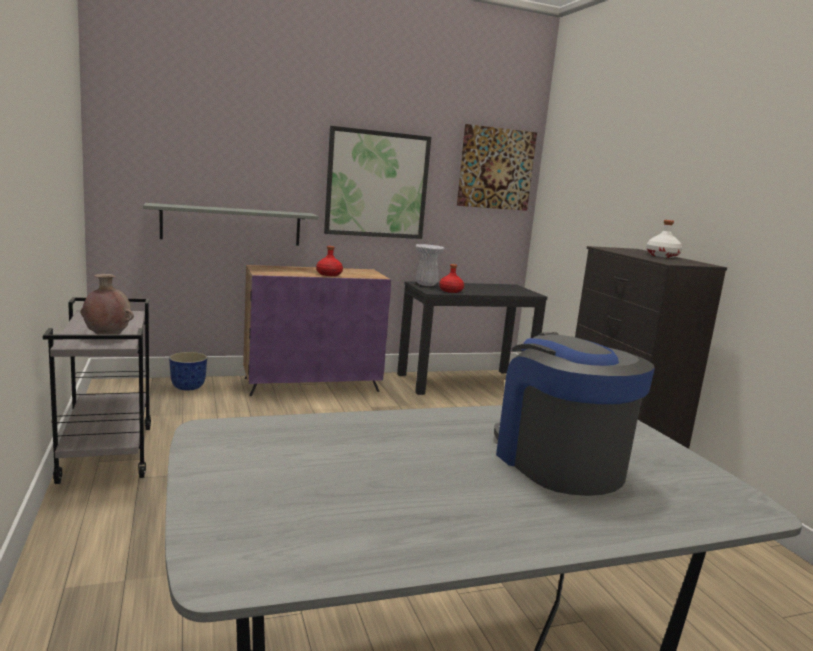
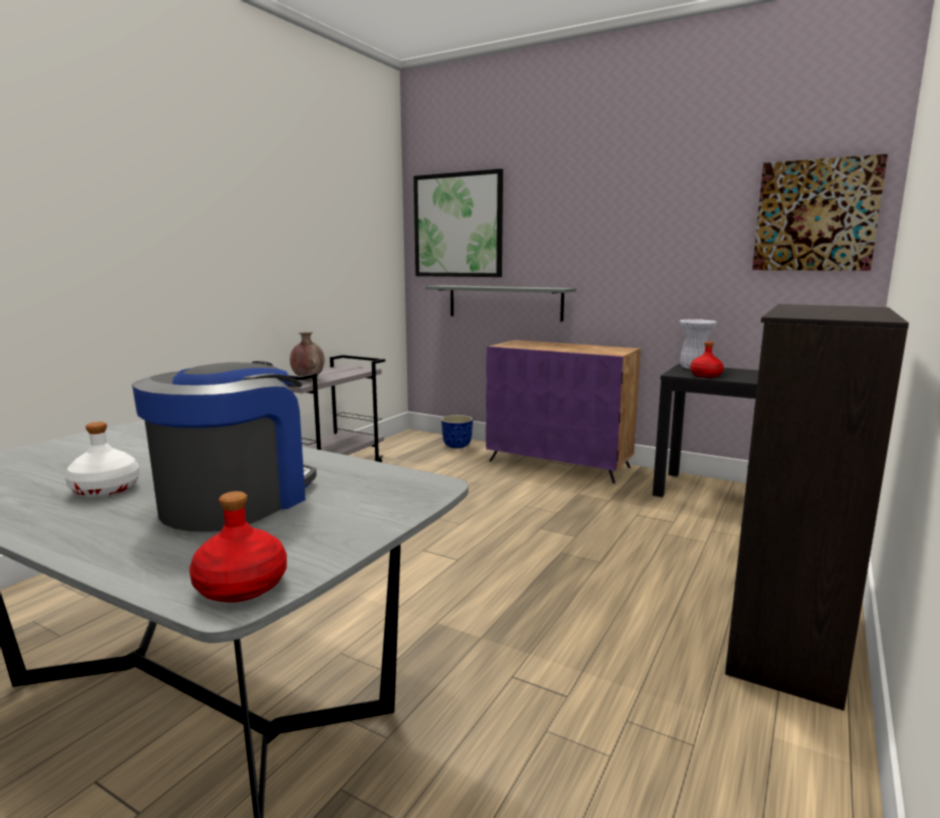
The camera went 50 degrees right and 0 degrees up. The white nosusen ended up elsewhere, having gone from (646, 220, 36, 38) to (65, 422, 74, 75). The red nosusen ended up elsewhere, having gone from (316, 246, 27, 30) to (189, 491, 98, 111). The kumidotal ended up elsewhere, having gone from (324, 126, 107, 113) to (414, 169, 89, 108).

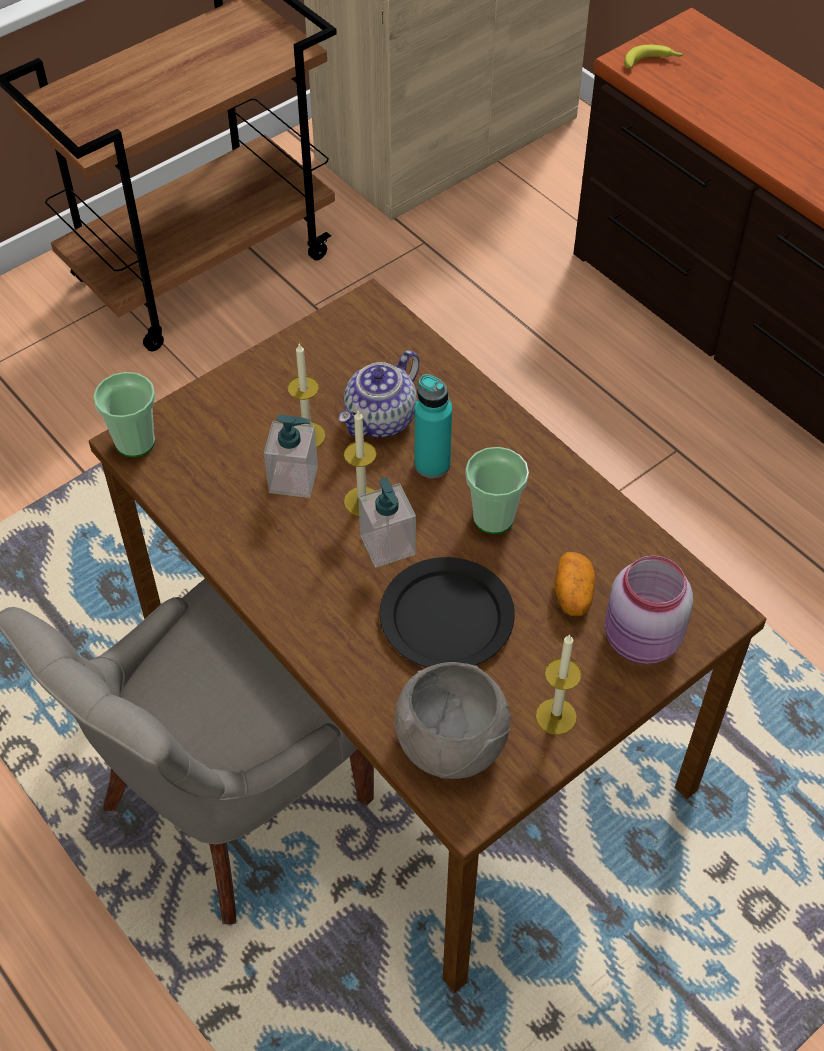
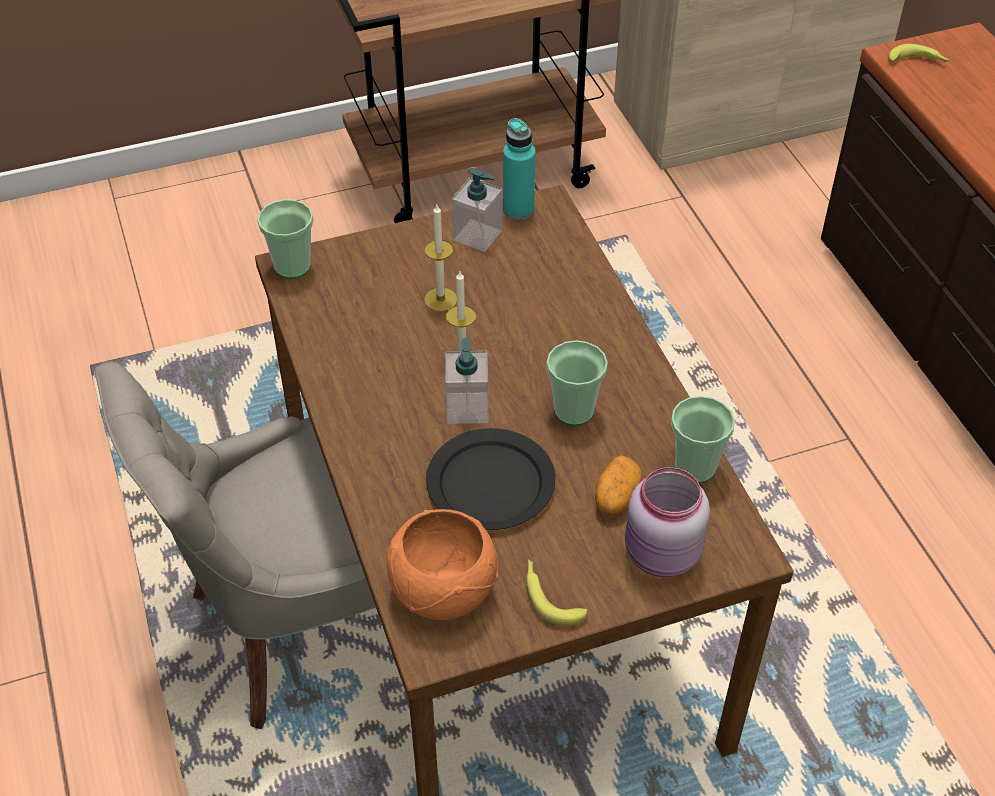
The camera went 20 degrees right and 5 degrees down. What was the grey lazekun at (394, 662, 117, 117) turned into the orange lazekun at (387, 509, 111, 111). The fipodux ended up elsewhere, having gone from (264, 415, 54, 83) to (452, 168, 50, 84). The turquoise nosusen ended up elsewhere, having gone from (415, 374, 37, 104) to (503, 118, 33, 102). Where the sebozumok stood at (536, 634, 45, 101), the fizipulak came to stand at (526, 560, 61, 66). The second view gained the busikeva at (671, 396, 64, 87). The second view lost the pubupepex at (339, 350, 81, 87).

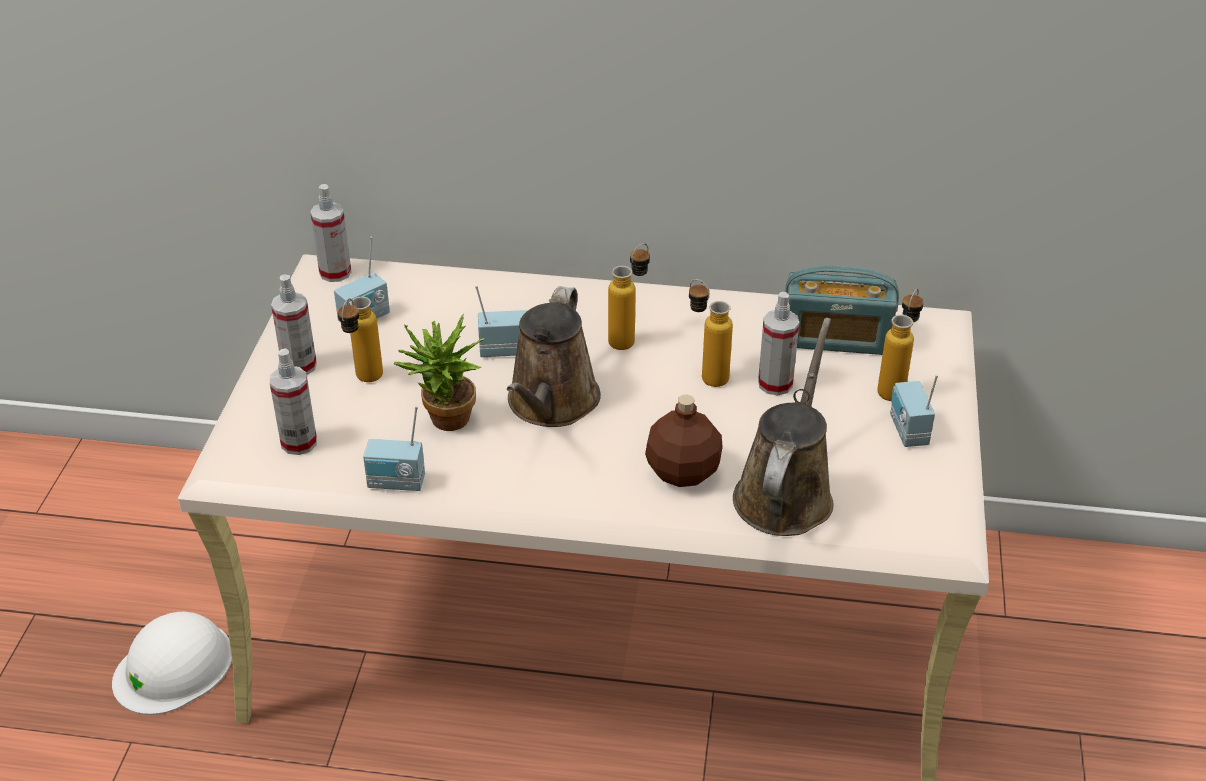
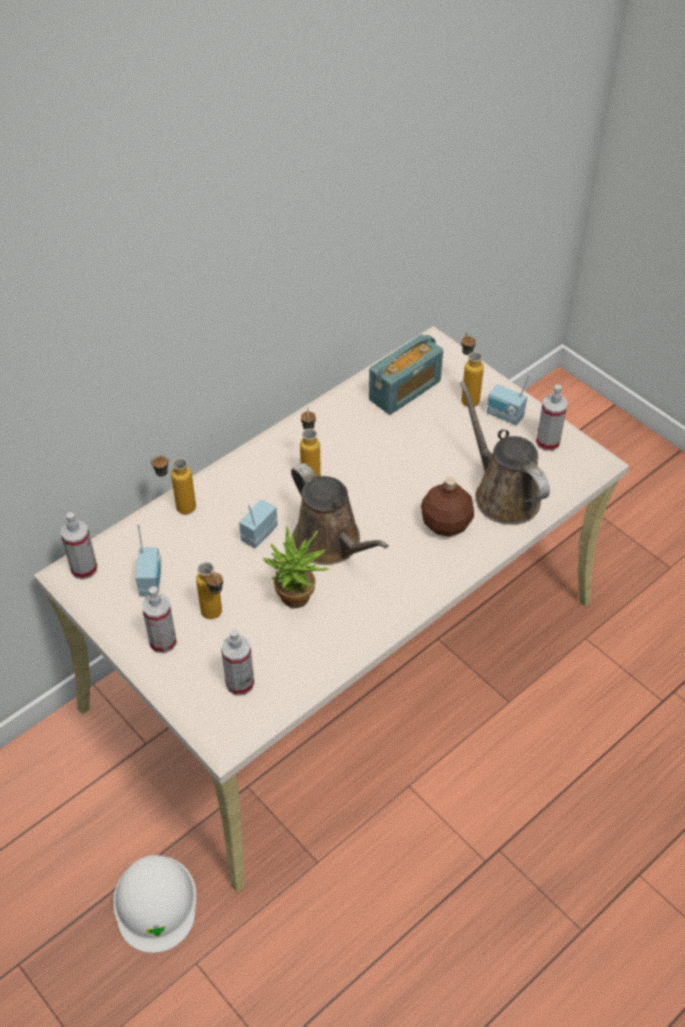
The camera went 50 degrees left and 10 degrees up. The nosusen ended up elsewhere, having gone from (689, 279, 44, 108) to (151, 455, 45, 60). The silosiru ended up elsewhere, having gone from (758, 292, 41, 104) to (536, 385, 32, 66). The second view lost the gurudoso at (363, 406, 62, 85).

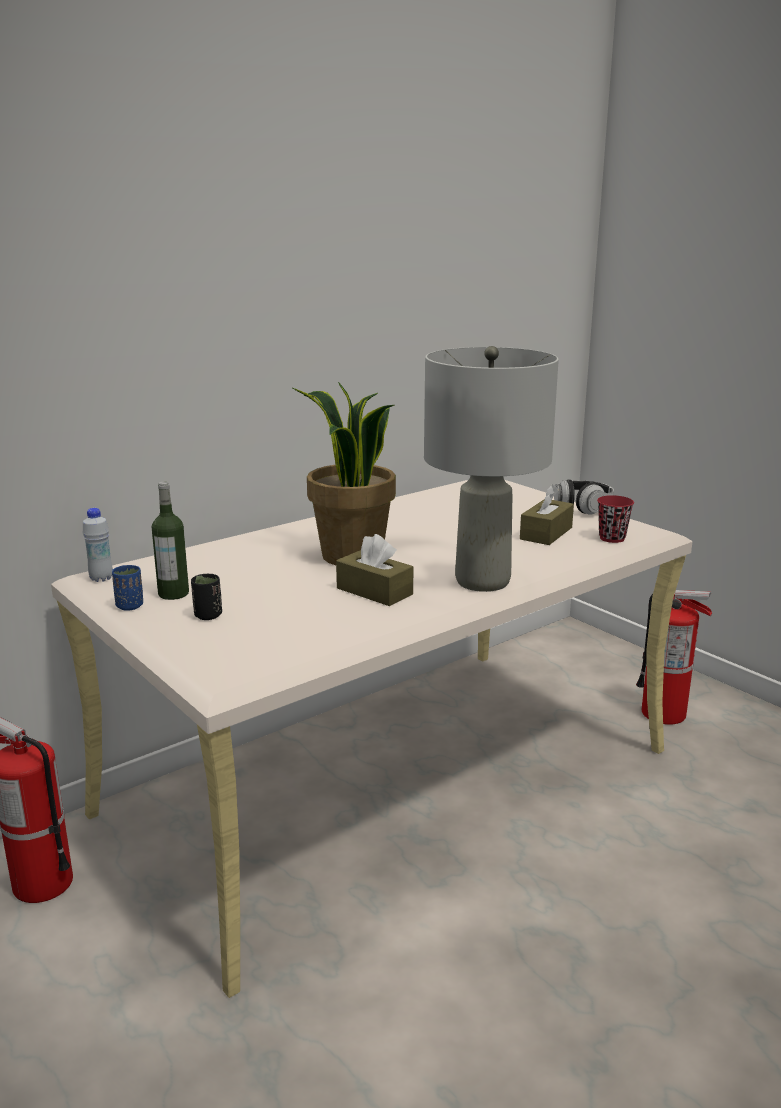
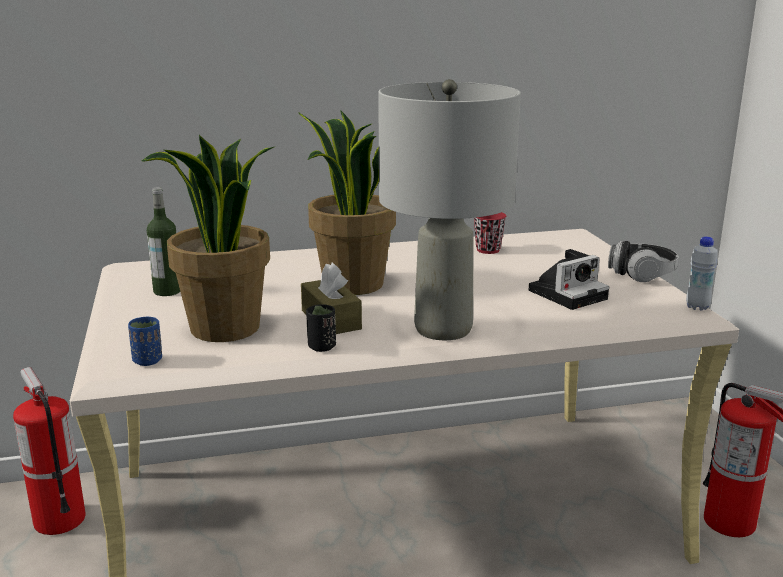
The camera went 25 degrees right and 0 degrees up. The blue busikeva ended up elsewhere, having gone from (112, 565, 31, 46) to (128, 317, 34, 49). The second view gained the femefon at (141, 135, 135, 207). The black busikeva ended up elsewhere, having gone from (191, 574, 31, 46) to (306, 304, 30, 48). The red busikeva ended up elsewhere, having gone from (597, 495, 37, 48) to (474, 212, 32, 42). Where the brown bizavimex stood at (520, 485, 54, 60), the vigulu came to stand at (529, 249, 80, 61). The white nosusen ended up elsewhere, having gone from (83, 508, 30, 74) to (686, 237, 32, 74).

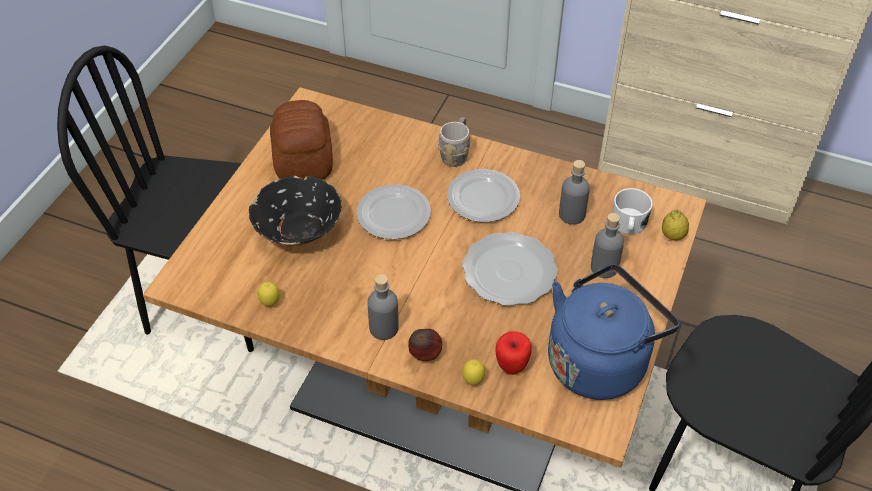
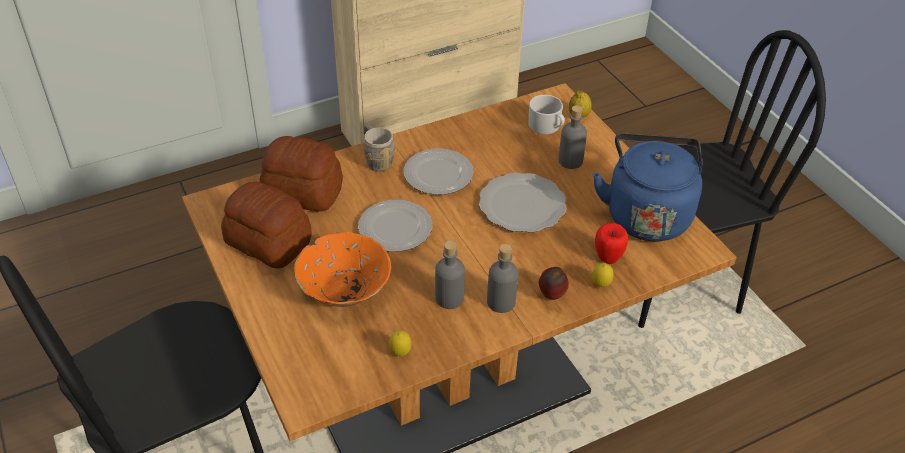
The camera went 50 degrees left and 5 degrees down. The second view gained the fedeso at (259, 136, 84, 76). What was the black lazekun at (249, 176, 93, 70) turned into the orange lazekun at (294, 232, 97, 75). The grey nosusen ended up elsewhere, having gone from (559, 160, 31, 65) to (435, 241, 30, 68).

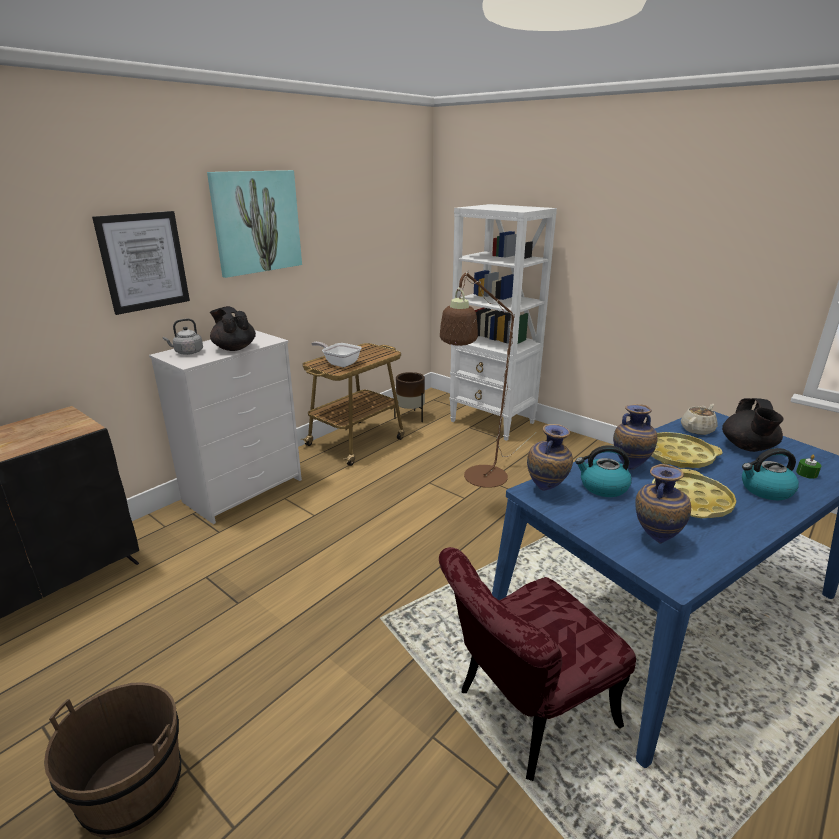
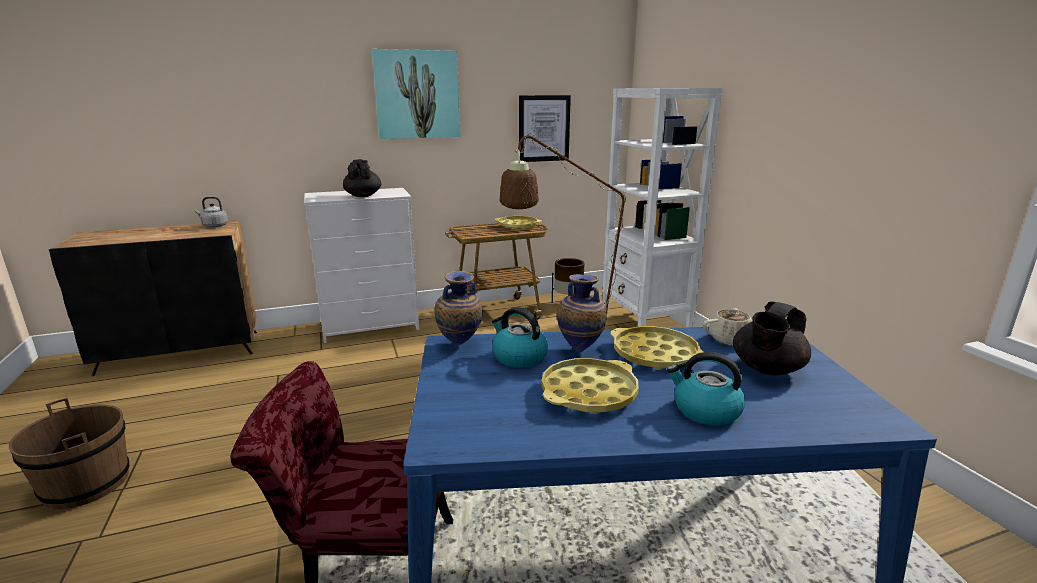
The camera went 30 degrees right and 5 degrees down. The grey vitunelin ended up elsewhere, having gone from (163, 319, 40, 36) to (194, 197, 34, 31). The second view gained the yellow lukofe at (494, 216, 48, 14). The kumidotal ended up elsewhere, having gone from (92, 211, 98, 104) to (519, 95, 52, 67). The second view lost the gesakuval at (311, 342, 51, 25). The second view lost the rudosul at (635, 464, 56, 80). The second view lost the green sebozumok at (796, 454, 25, 25).

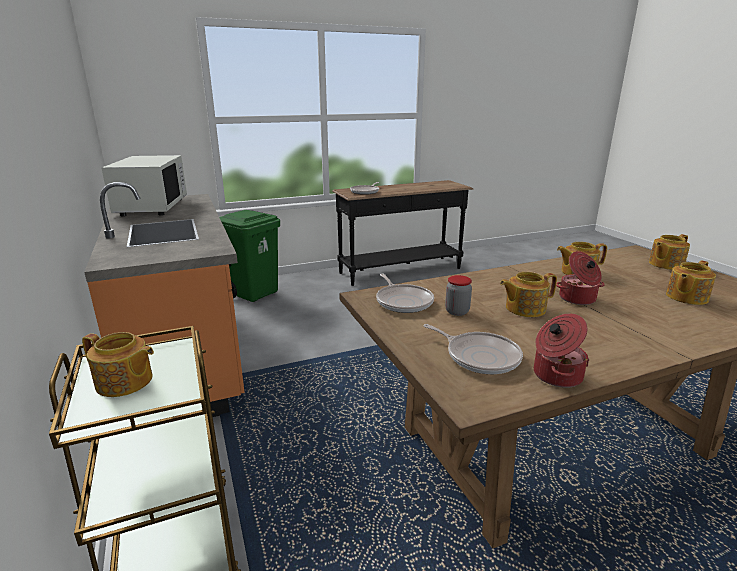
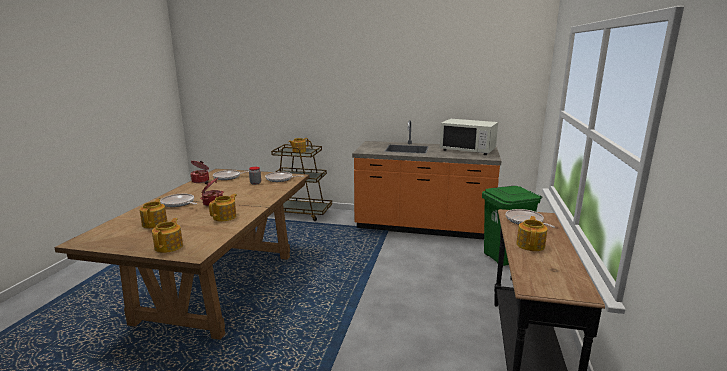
The camera went 125 degrees right and 5 degrees down. The second view gained the gesakuval at (160, 194, 37, 13). The pubupepex ended up elsewhere, having gone from (500, 272, 57, 45) to (516, 216, 31, 35).

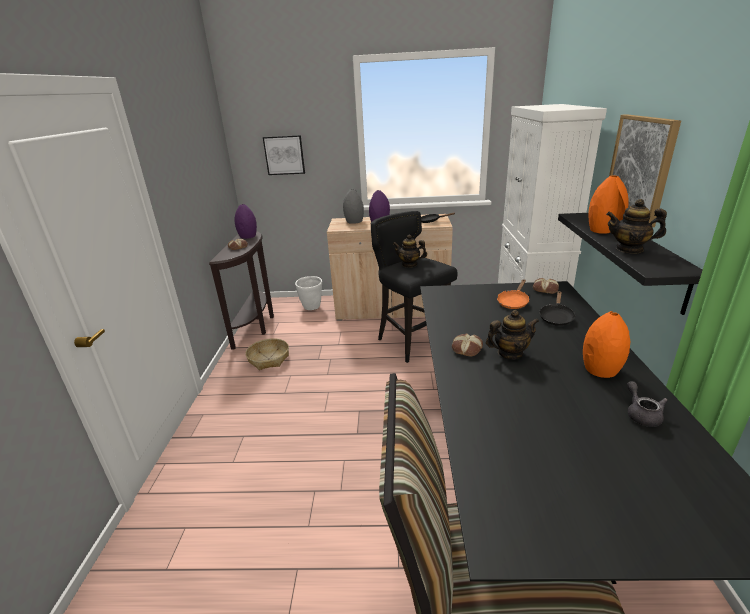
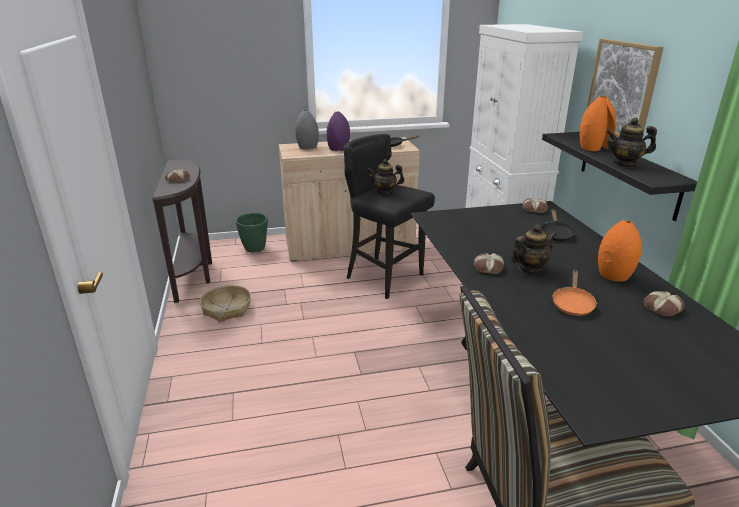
The camera went 15 degrees left and 0 degrees up. What was the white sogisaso at (295, 276, 27, 34) turned into the green sogisaso at (236, 213, 32, 40). The orange gesakuval ended up elsewhere, having gone from (497, 279, 32, 30) to (552, 270, 45, 46). Where the grey pubupepex stood at (627, 381, 41, 46), the fedeso came to stand at (644, 291, 41, 25). The second view lost the purple rudosul at (234, 204, 23, 35). The second view lost the kumidotal at (263, 135, 42, 40).

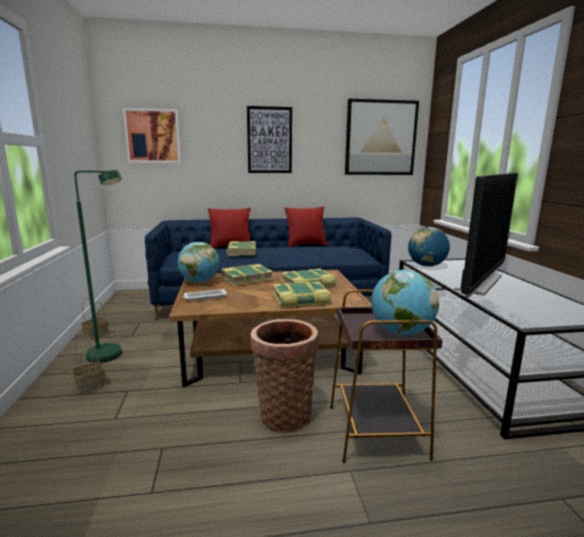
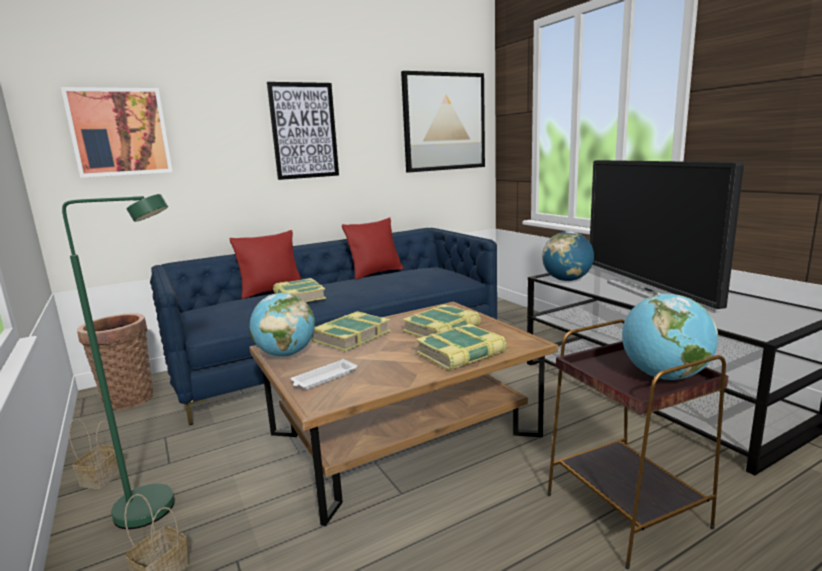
The camera went 20 degrees left and 0 degrees up. The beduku ended up elsewhere, having gone from (250, 319, 68, 114) to (77, 313, 77, 97). The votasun at (455, 173, 63, 125) ended up facing another way, 150 degrees clockwise from before.

